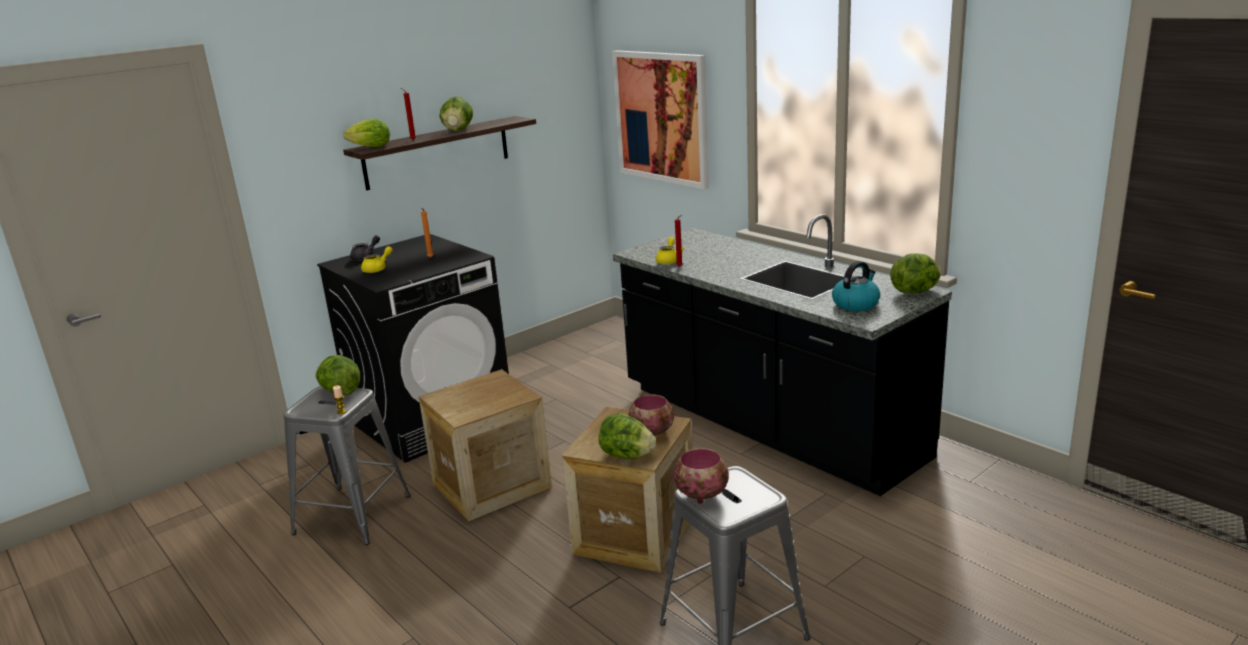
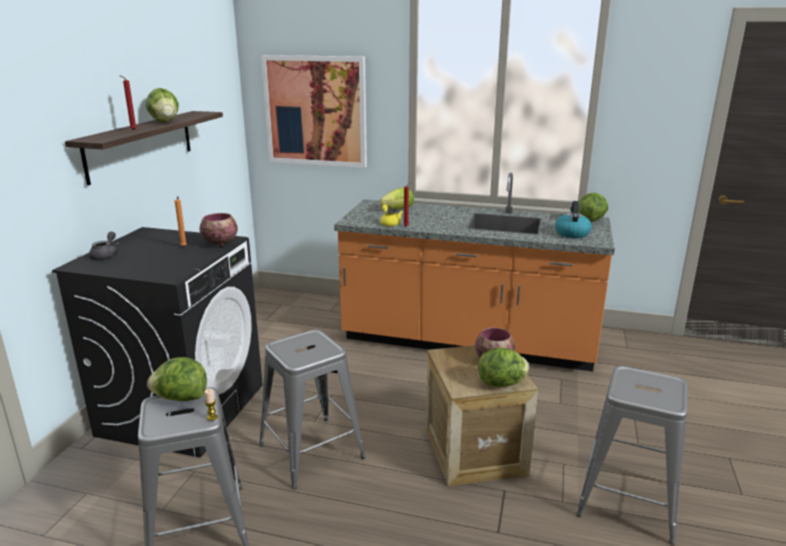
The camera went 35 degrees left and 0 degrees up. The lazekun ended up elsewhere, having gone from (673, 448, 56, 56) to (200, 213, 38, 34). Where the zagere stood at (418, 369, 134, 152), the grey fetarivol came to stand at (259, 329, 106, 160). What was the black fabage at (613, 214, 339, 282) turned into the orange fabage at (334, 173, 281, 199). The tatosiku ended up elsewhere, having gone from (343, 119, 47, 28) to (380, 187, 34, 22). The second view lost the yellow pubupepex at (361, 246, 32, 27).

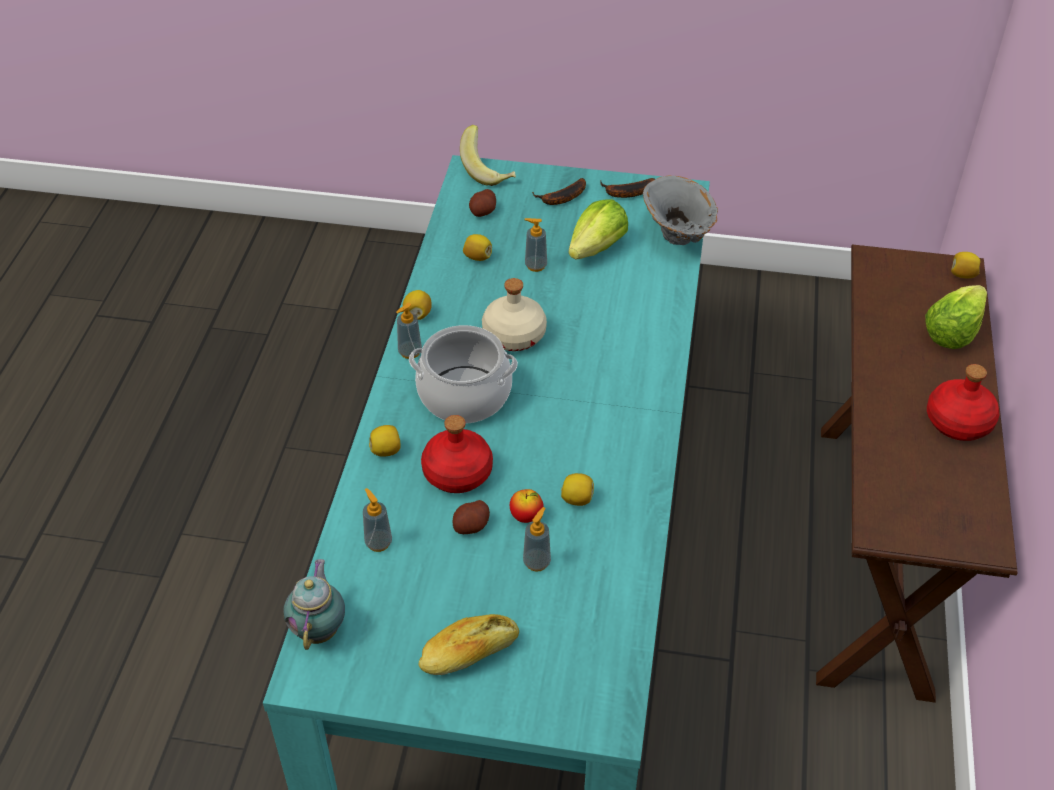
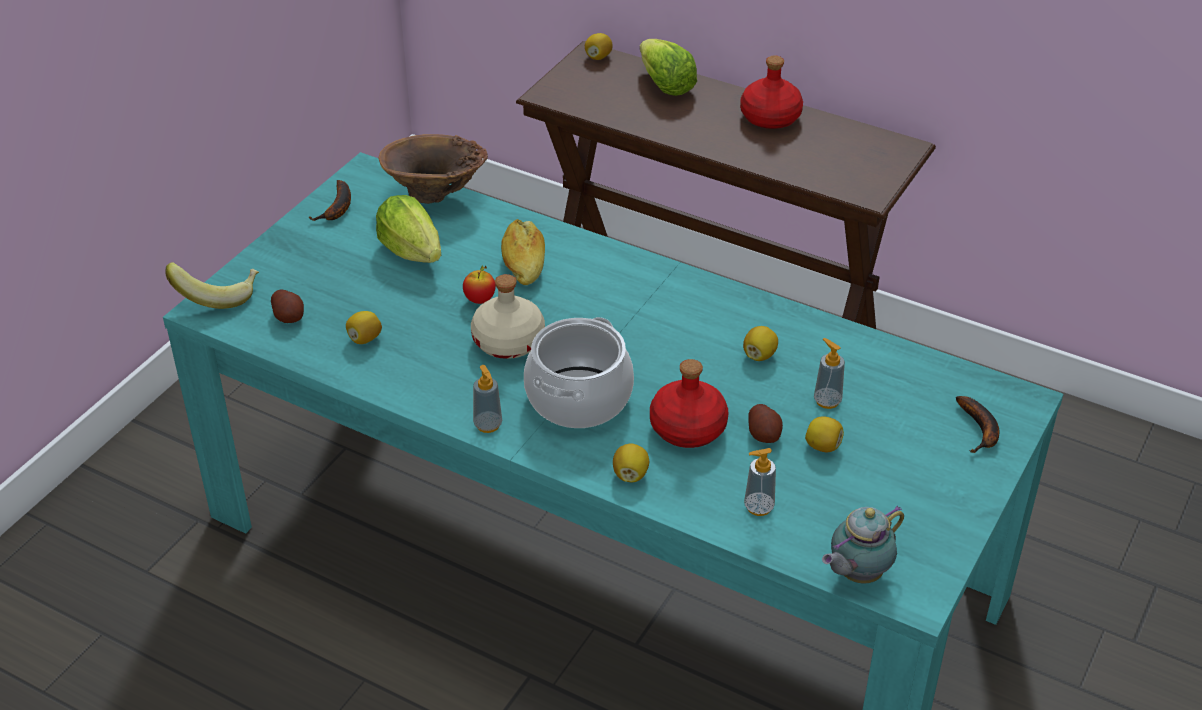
The camera went 70 degrees left and 5 degrees down. What was the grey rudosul at (643, 176, 75, 69) turned into the brown rudosul at (378, 134, 110, 70). The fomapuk ended up elsewhere, having gone from (510, 489, 34, 34) to (463, 266, 33, 38). The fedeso ended up elsewhere, having gone from (419, 614, 100, 61) to (501, 219, 44, 66). The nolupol ended up elsewhere, having gone from (403, 290, 29, 30) to (805, 416, 39, 36). The pubupepex at (283, 559, 62, 91) ended up facing another way, 60 degrees counterclockwise from before. The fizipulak ended up elsewhere, having gone from (533, 178, 53, 27) to (956, 396, 43, 57). The second view lost the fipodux at (524, 218, 23, 54).

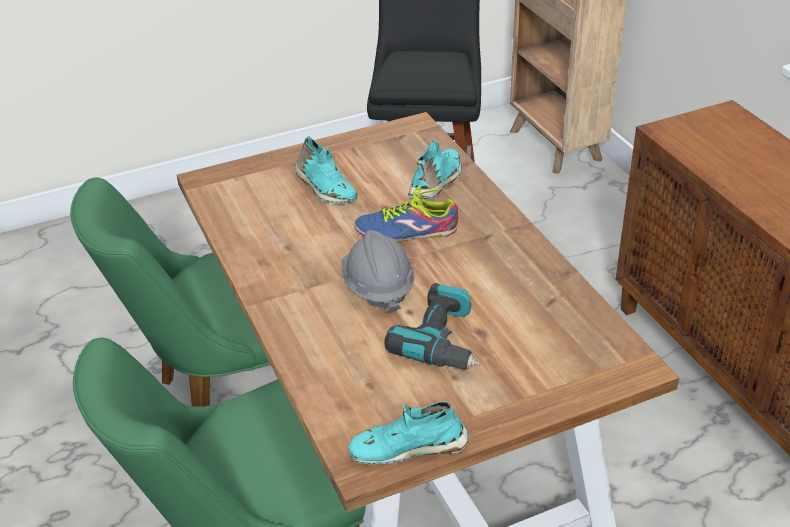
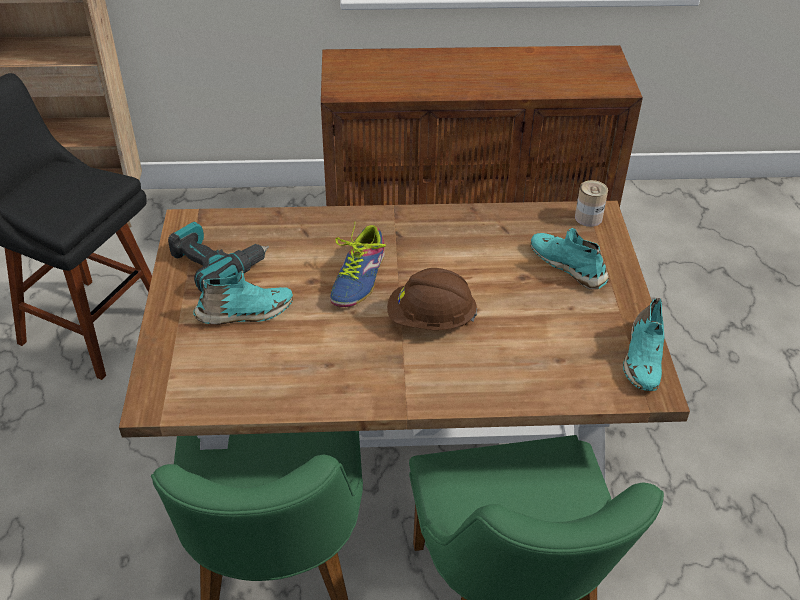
The camera went 70 degrees left and 5 degrees up. The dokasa ended up elsewhere, having gone from (384, 283, 97, 87) to (168, 222, 101, 70). What was the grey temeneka at (342, 230, 73, 82) turned into the brown temeneka at (387, 268, 90, 62). The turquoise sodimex ended up elsewhere, having gone from (408, 141, 54, 58) to (530, 228, 80, 61). The second view gained the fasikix at (575, 180, 33, 47).

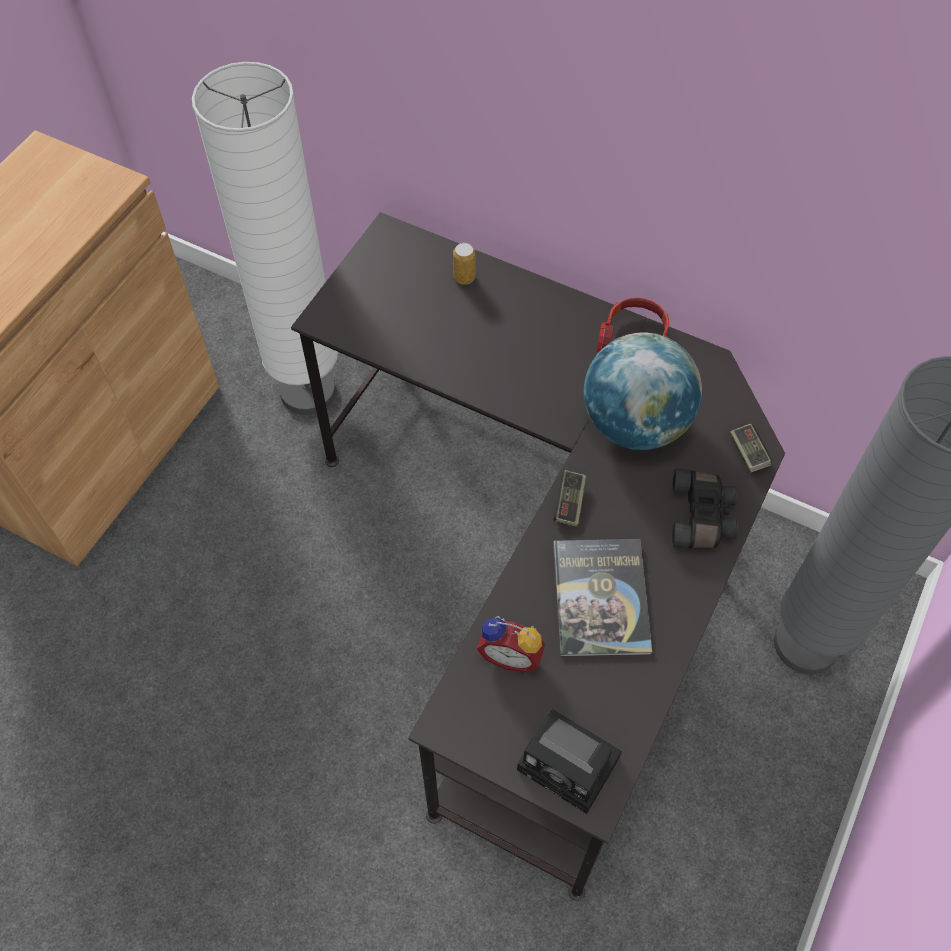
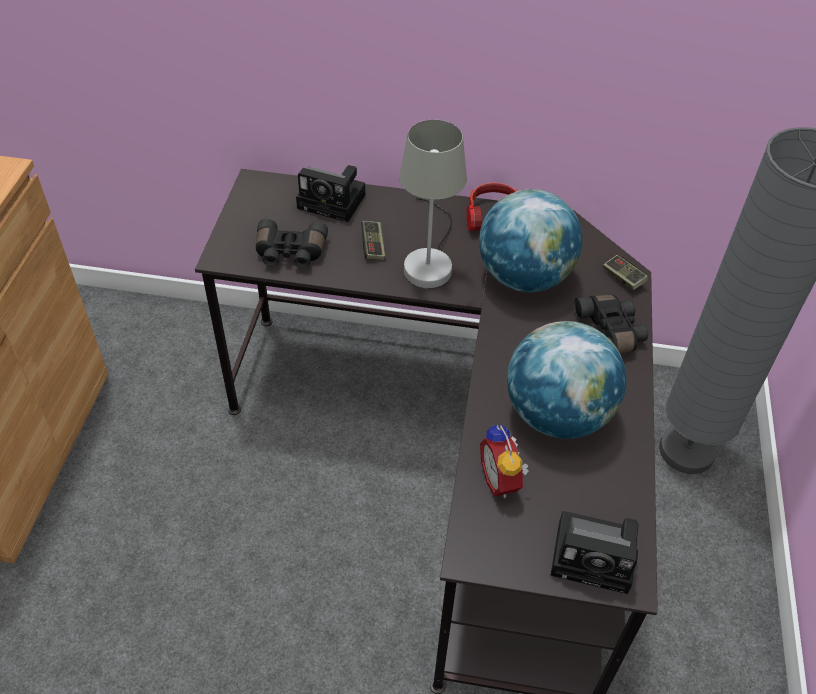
The camera went 20 degrees left and 10 degrees down. The second view gained the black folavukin at (256, 219, 72, 49). Where the fasikix stood at (453, 243, 22, 42), the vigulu came to stand at (296, 165, 70, 57). The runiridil ended up elsewhere, having gone from (554, 470, 32, 57) to (361, 221, 24, 39). The second view gained the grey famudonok at (399, 120, 68, 169). The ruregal at (477, 616, 68, 57) ended up facing another way, 75 degrees clockwise from before. Where the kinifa stood at (553, 539, 99, 118), the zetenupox came to stand at (507, 321, 119, 118). The second view lost the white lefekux at (192, 62, 146, 353).

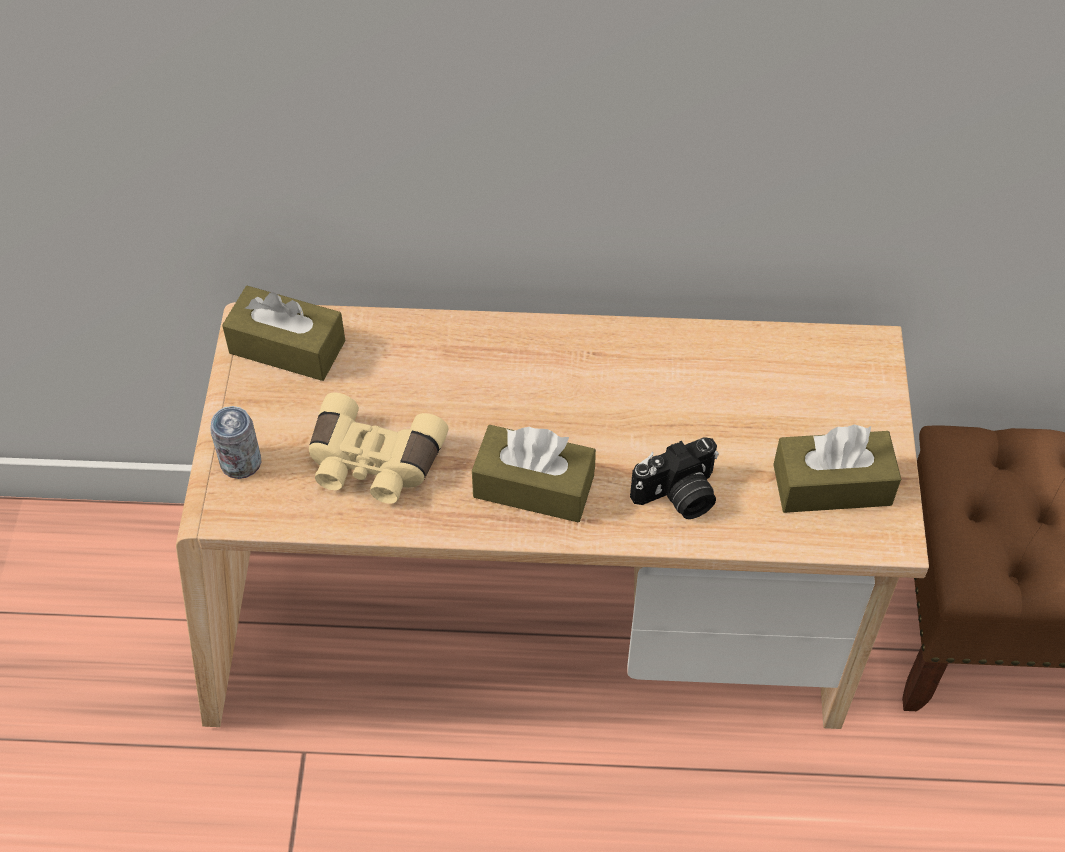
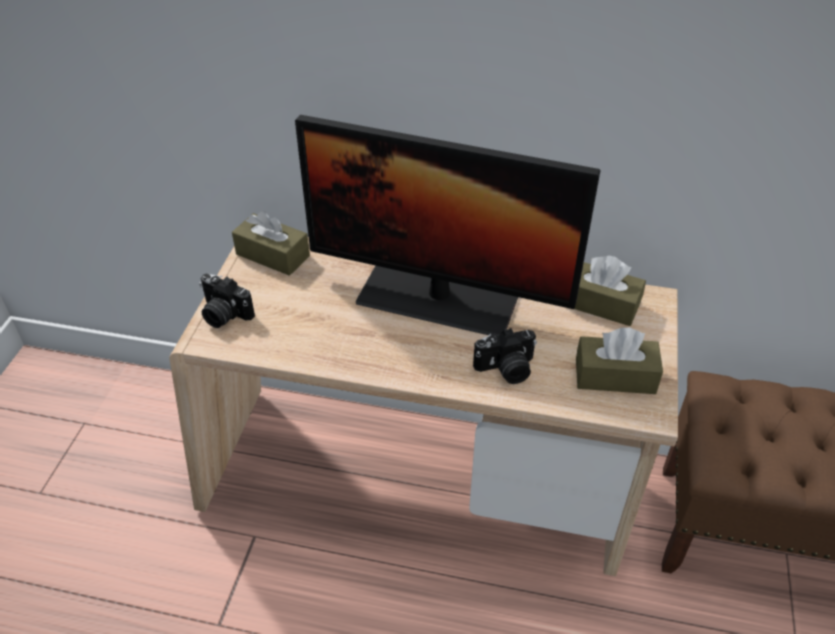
The camera went 10 degrees right and 10 degrees down. Where the fasikix stood at (210, 406, 52, 73), the vigulu came to stand at (199, 274, 56, 54). The second view gained the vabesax at (295, 115, 305, 221). The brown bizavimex ended up elsewhere, having gone from (472, 425, 124, 98) to (574, 256, 72, 70). The second view lost the beige folavukin at (309, 393, 140, 111).

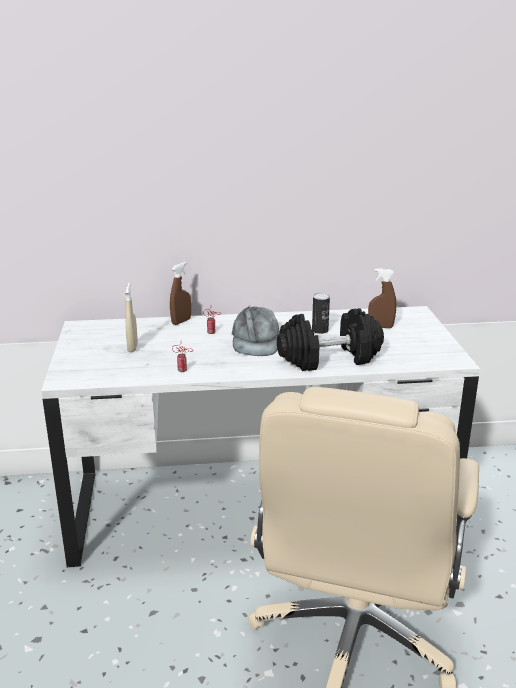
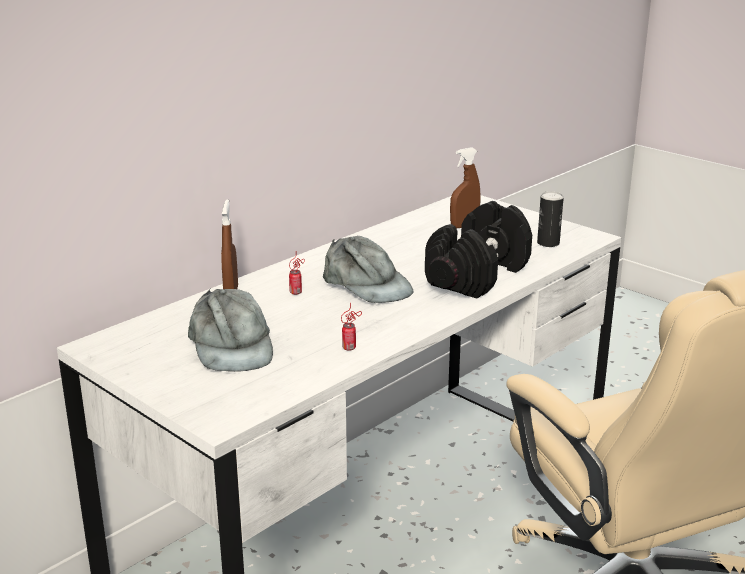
The camera went 40 degrees left and 0 degrees up. Where the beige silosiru stood at (125, 283, 13, 69), the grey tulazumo came to stand at (188, 288, 85, 84). The fasikix ended up elsewhere, having gone from (312, 293, 18, 41) to (537, 191, 27, 56).

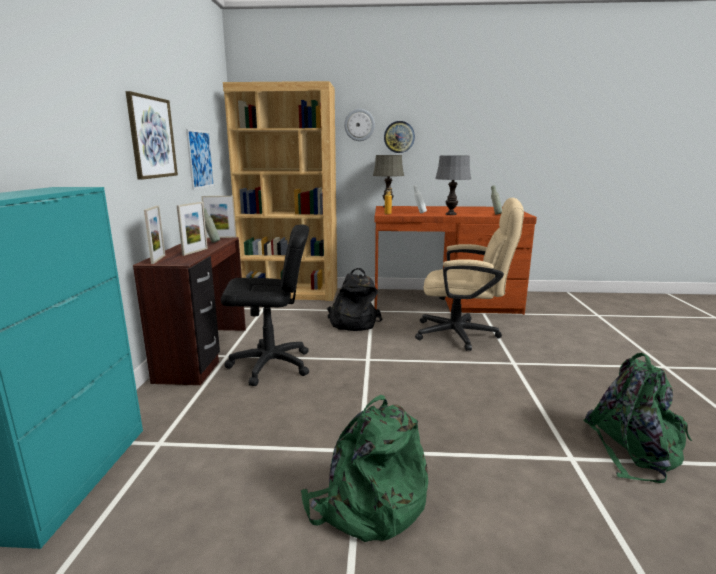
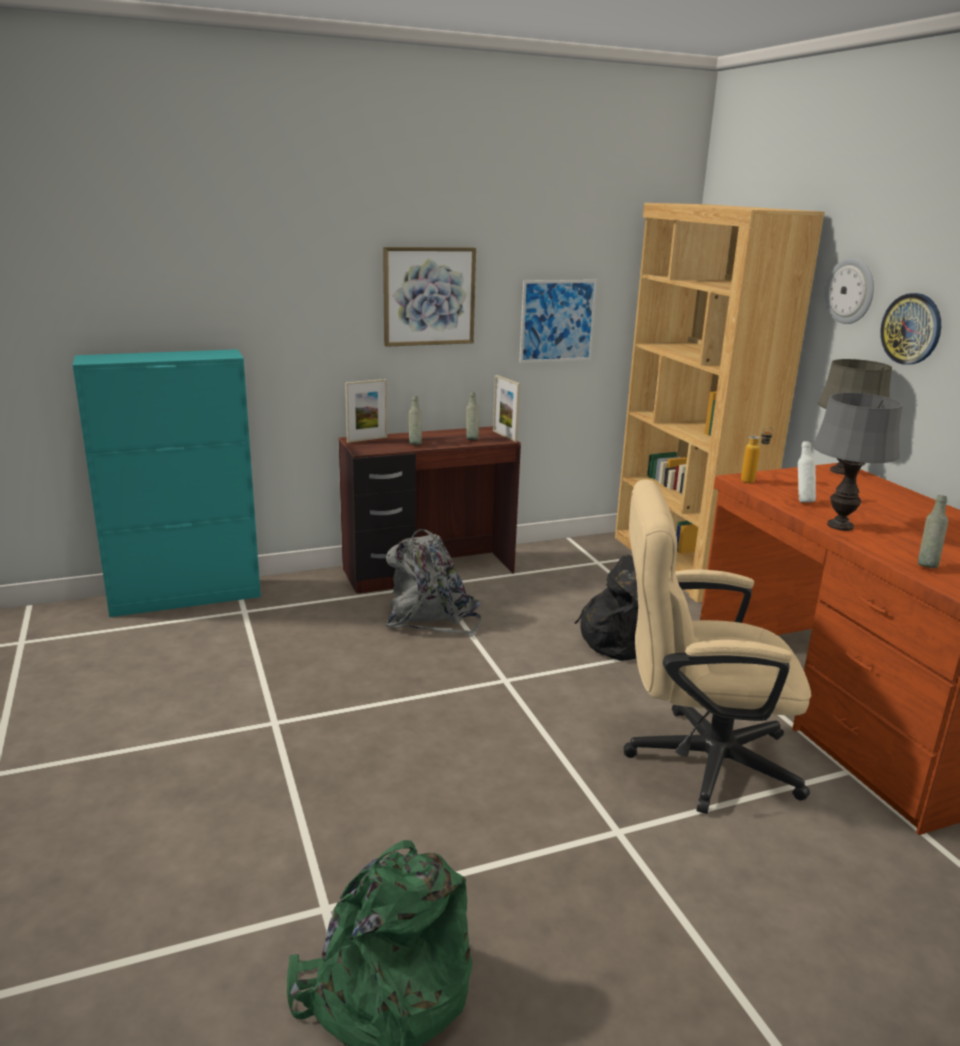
The camera went 65 degrees right and 5 degrees up. Where the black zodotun stood at (221, 224, 88, 162), the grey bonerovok came to stand at (385, 529, 96, 108). Where the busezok stood at (177, 202, 31, 54), the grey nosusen came to stand at (409, 396, 13, 49). The beige zodotun at (415, 198, 109, 153) ended up facing another way, 105 degrees clockwise from before. The second view lost the green bonerovok at (301, 395, 127, 147).

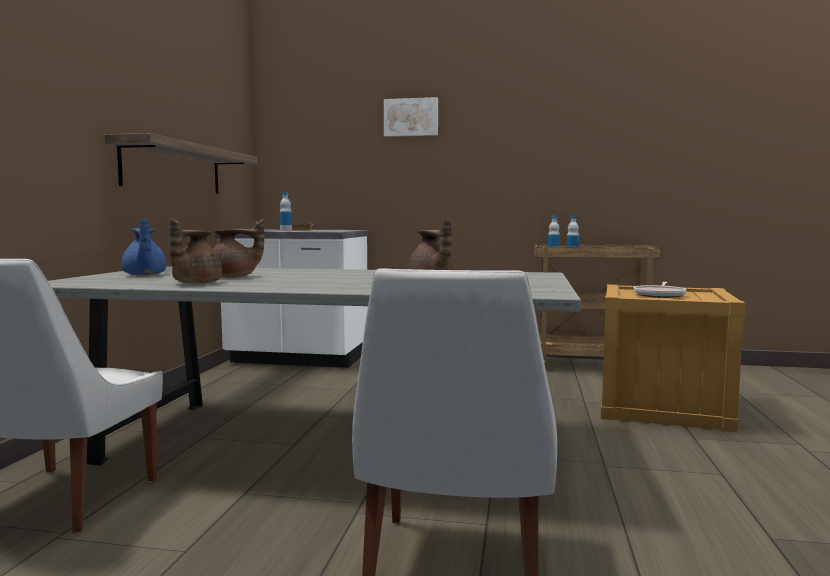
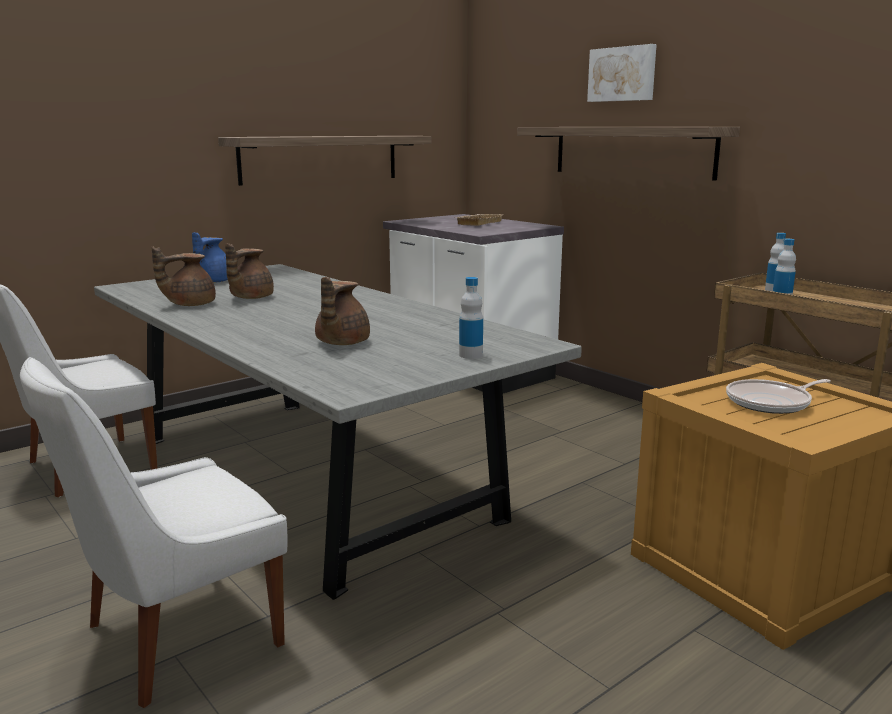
The camera went 40 degrees right and 10 degrees up. The brown pubupepex at (214, 219, 50, 59) ended up facing another way, 90 degrees clockwise from before. The nosusen ended up elsewhere, having gone from (280, 192, 12, 39) to (459, 277, 24, 82). The second view gained the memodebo at (517, 127, 223, 54).

